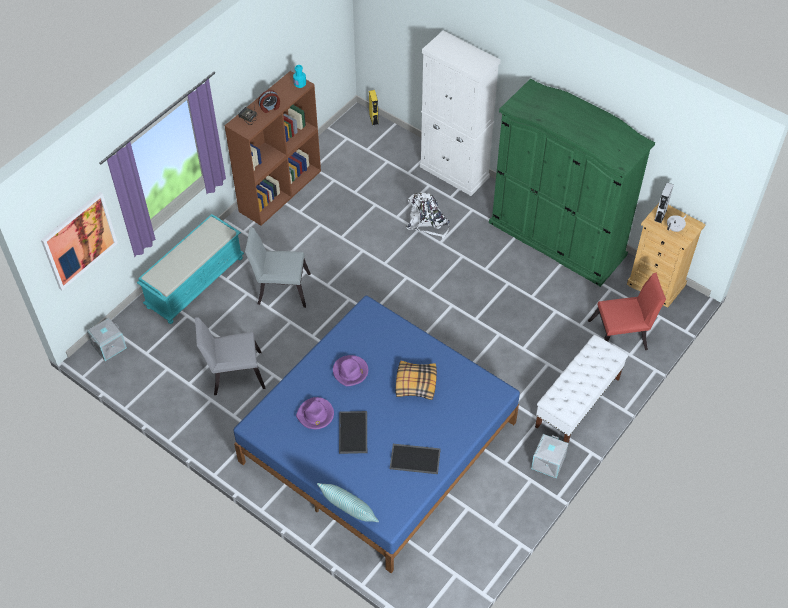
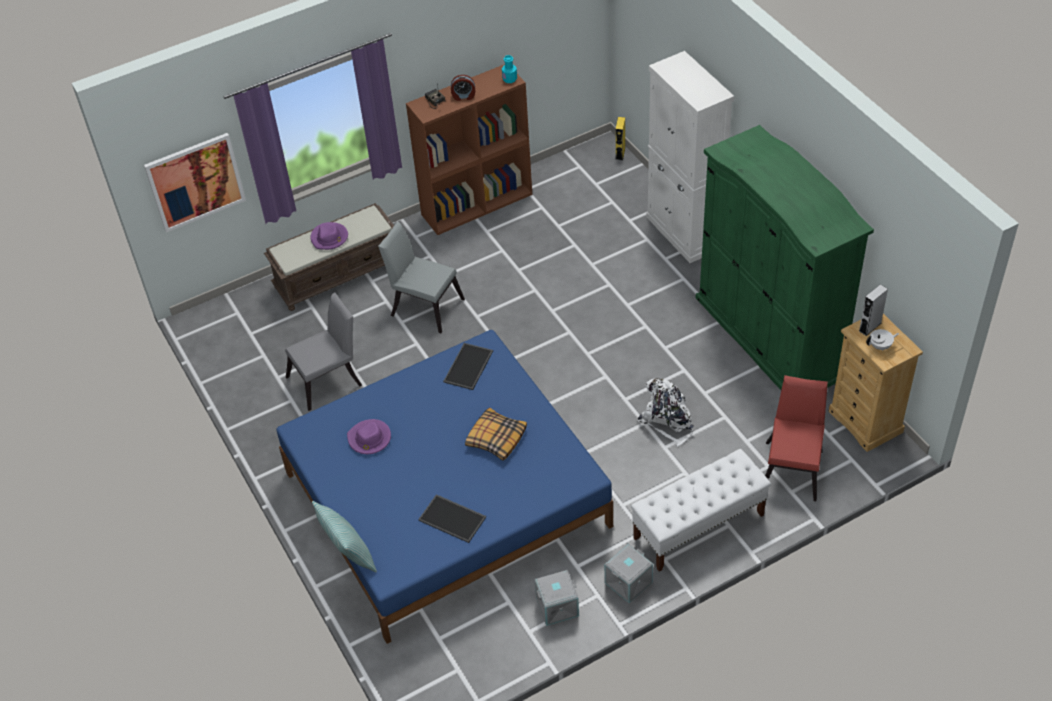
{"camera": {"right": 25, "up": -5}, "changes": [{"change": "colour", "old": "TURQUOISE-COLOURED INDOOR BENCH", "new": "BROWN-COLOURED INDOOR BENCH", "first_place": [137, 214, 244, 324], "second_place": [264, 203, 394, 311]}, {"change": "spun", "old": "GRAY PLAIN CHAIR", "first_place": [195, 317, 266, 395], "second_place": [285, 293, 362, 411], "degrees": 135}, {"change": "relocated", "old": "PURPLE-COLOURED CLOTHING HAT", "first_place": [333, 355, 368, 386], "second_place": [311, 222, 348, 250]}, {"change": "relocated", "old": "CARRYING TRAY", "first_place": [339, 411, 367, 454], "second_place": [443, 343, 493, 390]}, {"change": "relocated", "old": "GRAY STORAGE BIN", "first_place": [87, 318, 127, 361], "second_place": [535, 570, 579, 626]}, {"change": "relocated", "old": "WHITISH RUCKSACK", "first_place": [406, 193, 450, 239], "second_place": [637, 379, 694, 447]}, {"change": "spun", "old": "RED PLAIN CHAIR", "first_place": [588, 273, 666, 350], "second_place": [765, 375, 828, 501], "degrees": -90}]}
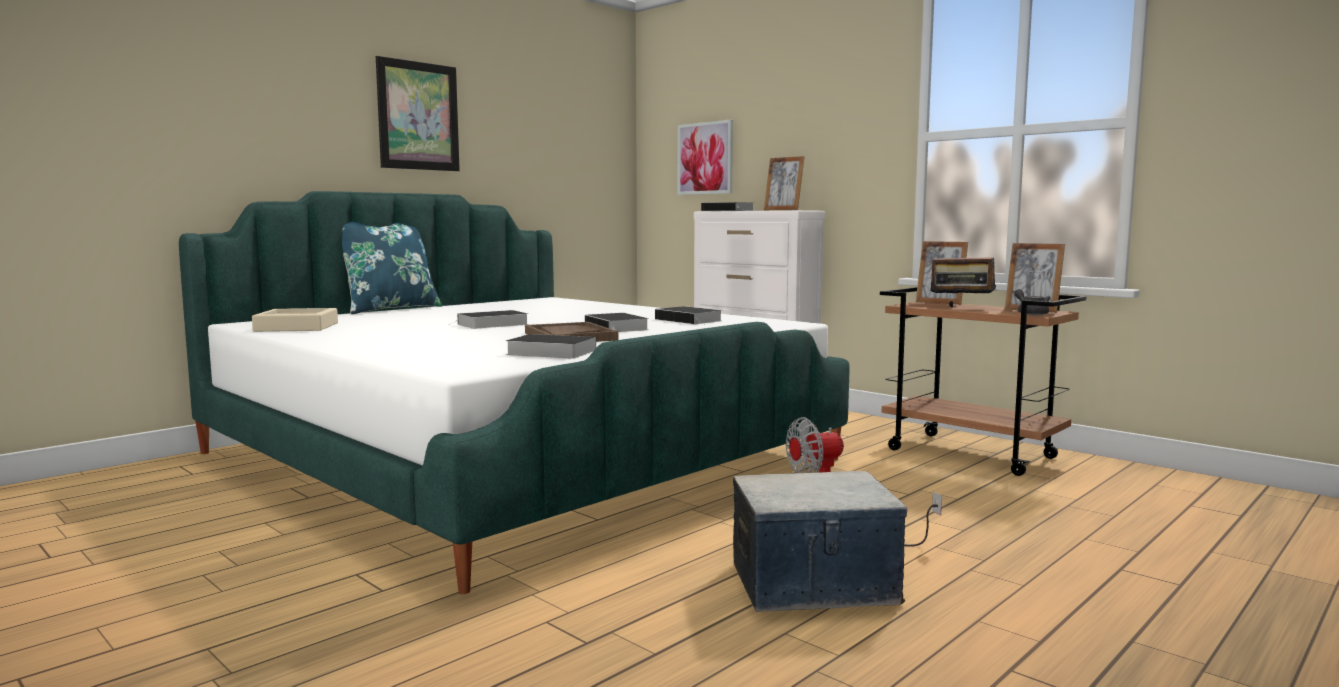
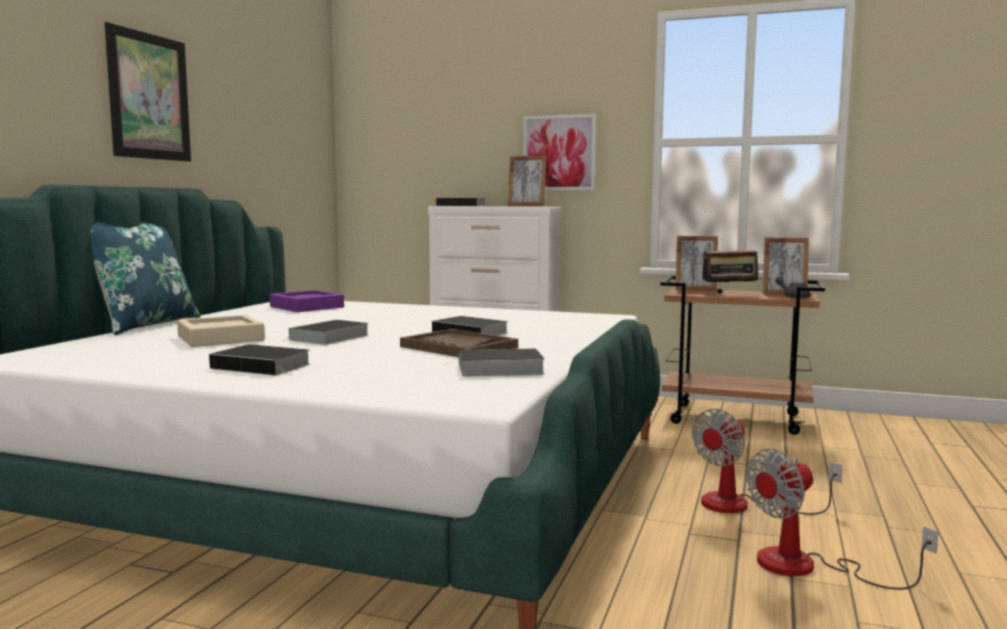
{"camera": {"right": -25, "up": 0}, "changes": [{"change": "relocated", "old": "BEIGE-COLOURED CARRYING TRAY", "first_place": [252, 308, 338, 332], "second_place": [177, 315, 265, 347]}, {"change": "relocated", "old": "BOUND BOOK", "first_place": [655, 306, 723, 325], "second_place": [209, 344, 311, 376]}, {"change": "appeared", "new": "PURPLE-COLOURED CARRYING TRAY", "second_place": [270, 290, 344, 312]}, {"change": "relocated", "old": "PICTURE", "first_place": [678, 120, 733, 195], "second_place": [523, 114, 596, 190]}, {"change": "exchanged", "old": "STORAGE BIN", "new": "COOLING FAN", "first_place": [733, 471, 907, 612], "second_place": [746, 449, 938, 590]}]}
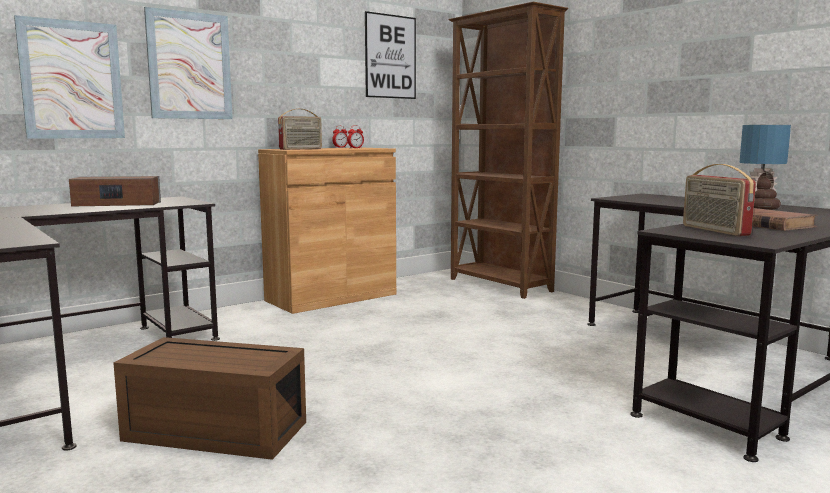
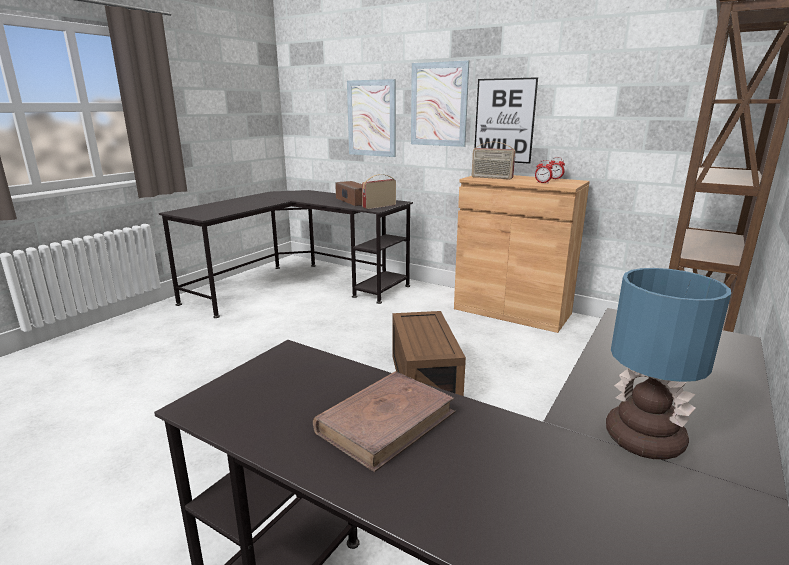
{"camera": {"right": 70, "up": 10}, "changes": [{"change": "relocated", "old": "RADIO", "first_place": [683, 164, 756, 236], "second_place": [362, 174, 396, 209]}, {"change": "relocated", "old": "BROWN-COLOURED STORAGE BIN", "first_place": [113, 337, 306, 460], "second_place": [393, 311, 466, 396]}, {"change": "relocated", "old": "PICTURE", "first_place": [365, 11, 416, 99], "second_place": [474, 77, 538, 164]}]}
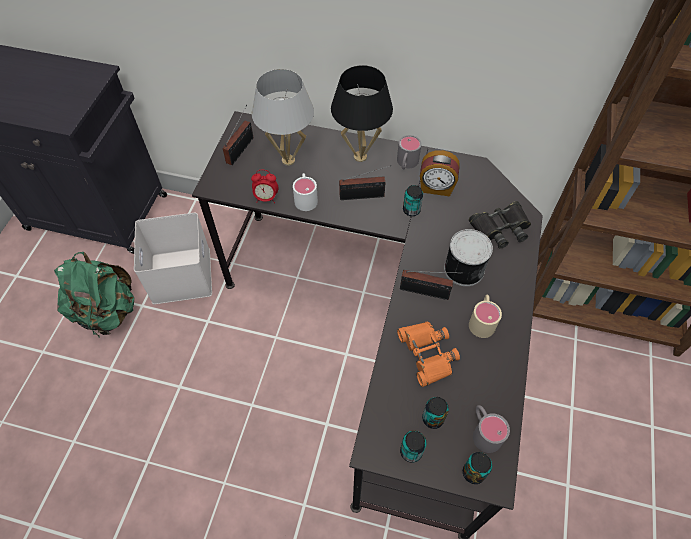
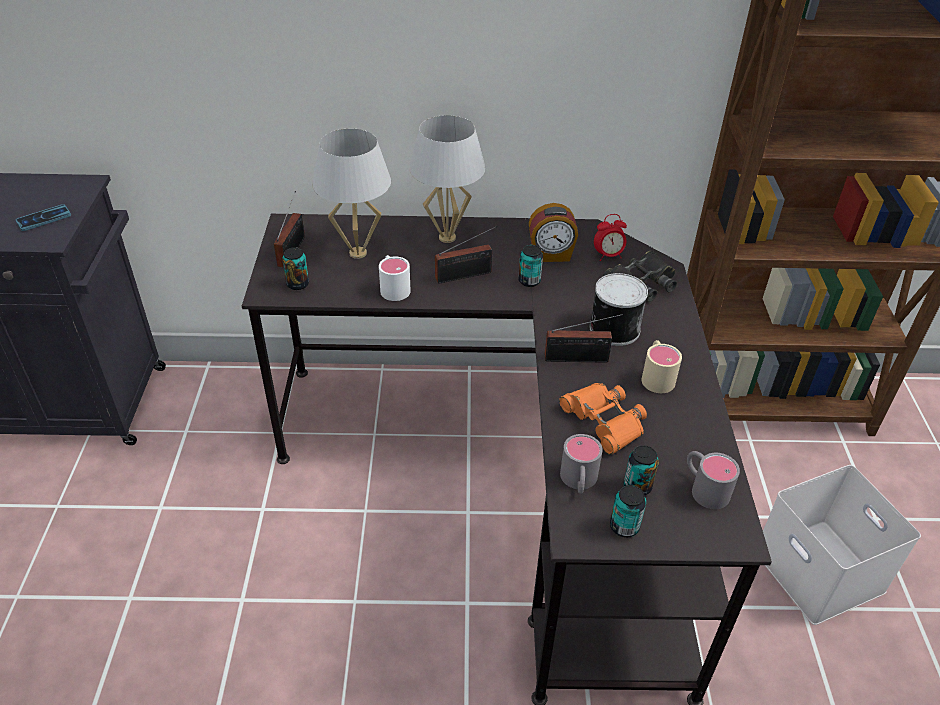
{"camera": {"right": -15, "up": -15}, "changes": [{"change": "appeared", "new": "HANDSET", "second_place": [16, 204, 71, 231]}, {"change": "relocated", "old": "SEALED CAN", "first_place": [463, 452, 492, 484], "second_place": [282, 247, 309, 290]}, {"change": "colour", "old": "BLACK-COLOURED TABLE LAMP", "new": "WHITISH TABLE LAMP", "first_place": [331, 65, 393, 162], "second_place": [409, 115, 485, 243]}, {"change": "relocated", "old": "GRAY COFFEE MUG", "first_place": [397, 135, 422, 169], "second_place": [560, 434, 603, 494]}, {"change": "relocated", "old": "BEDSIDE CLOCK", "first_place": [251, 170, 278, 203], "second_place": [594, 214, 627, 261]}, {"change": "relocated", "old": "WHITISH STORAGE BIN", "first_place": [134, 213, 212, 304], "second_place": [763, 465, 921, 625]}, {"change": "missing", "old": "GREEN RUCKSACK", "first_place": [54, 252, 134, 337]}]}
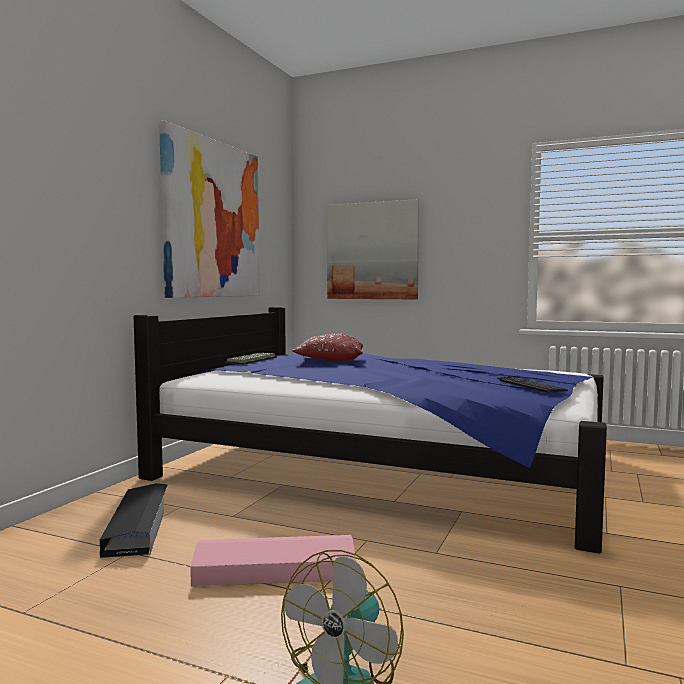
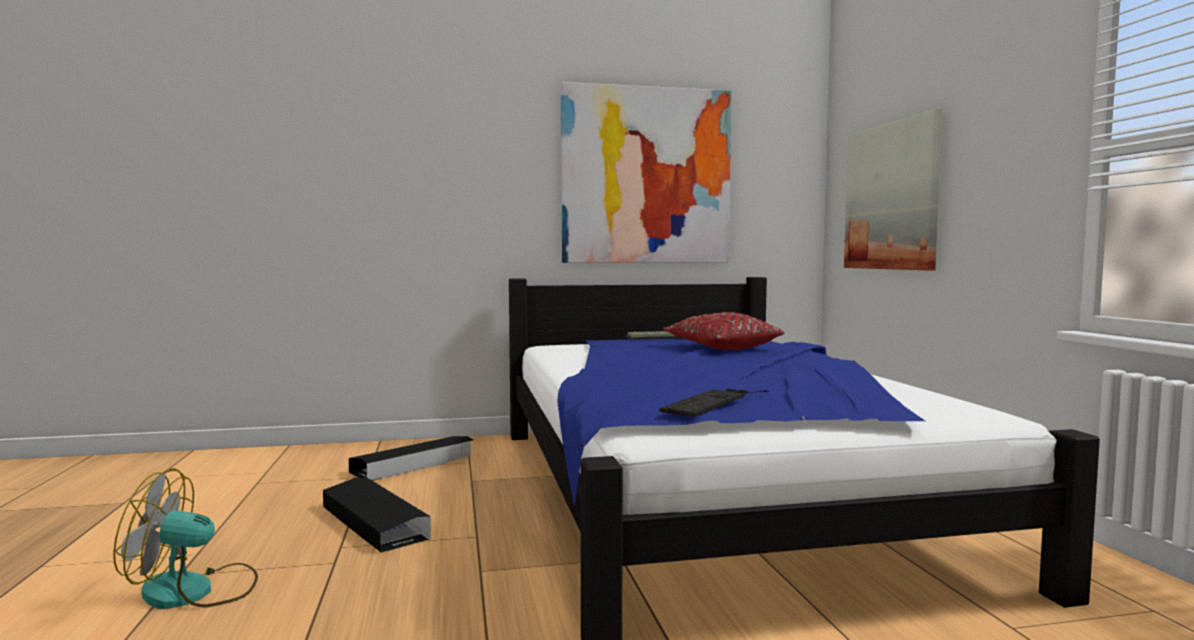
{"camera": {"right": 55, "up": 0}, "changes": [{"change": "colour", "old": "PINK-COLOURED STORAGE BIN", "new": "BLACK-COLOURED STORAGE BIN", "first_place": [190, 535, 356, 587], "second_place": [323, 478, 431, 553]}]}
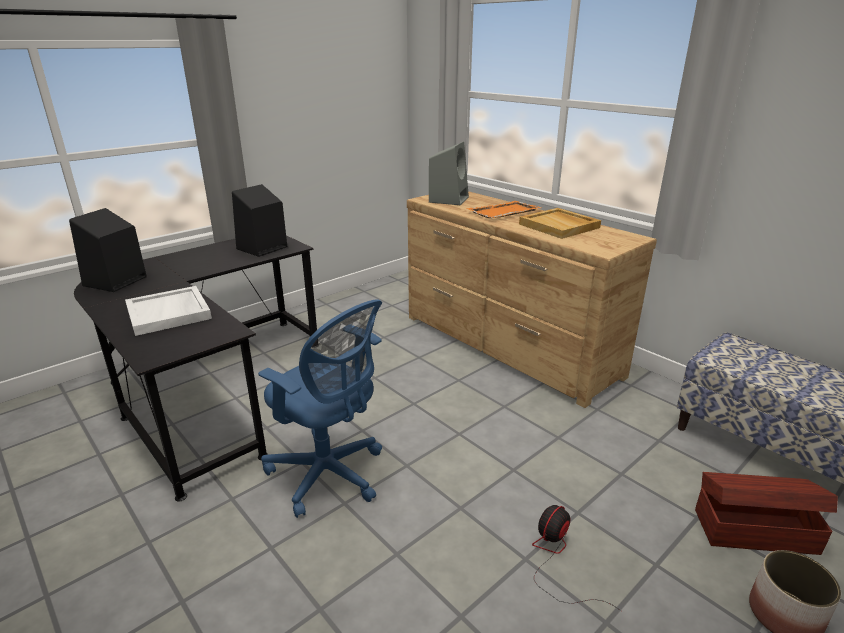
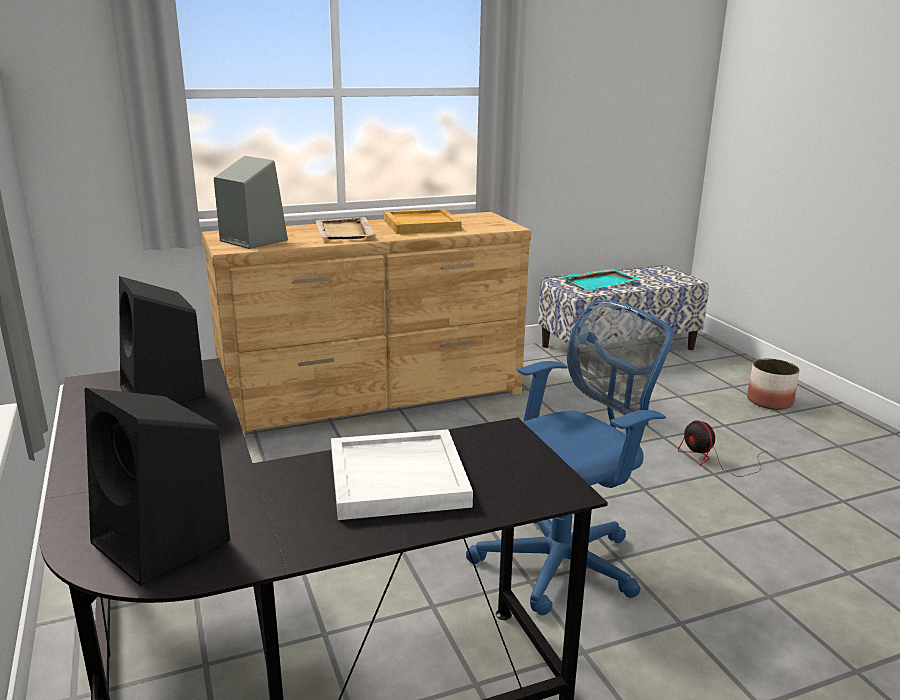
{"camera": {"right": -70, "up": -5}, "changes": [{"change": "colour", "old": "ORANGE-COLOURED CARRYING TRAY", "new": "BEIGE-COLOURED CARRYING TRAY", "first_place": [466, 201, 541, 218], "second_place": [315, 217, 375, 239]}, {"change": "appeared", "new": "TURQUOISE-COLOURED CARRYING TRAY", "second_place": [561, 269, 639, 290]}, {"change": "missing", "old": "BROWN-COLOURED STORAGE BIN", "first_place": [695, 472, 838, 555]}]}
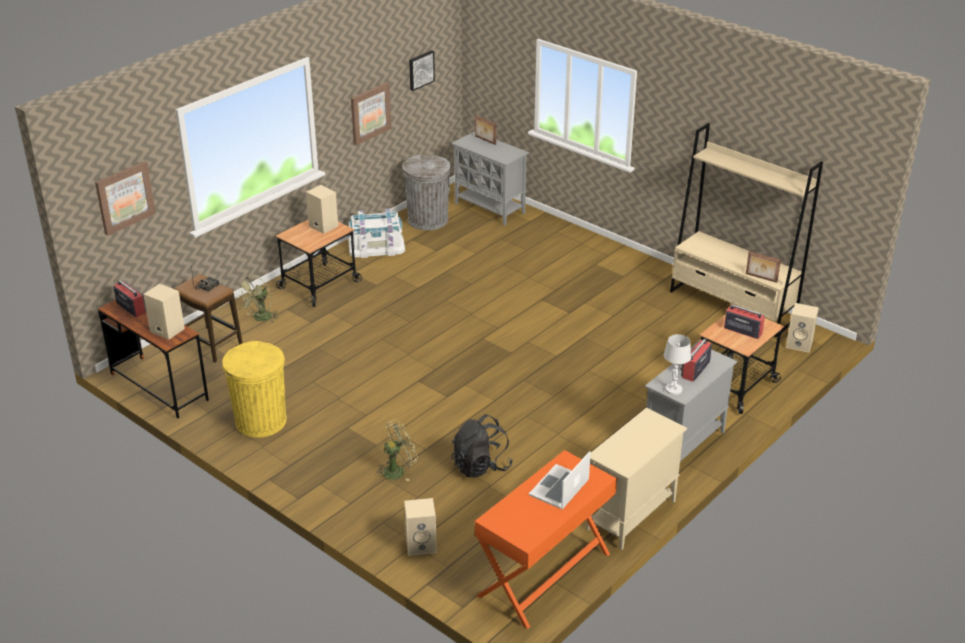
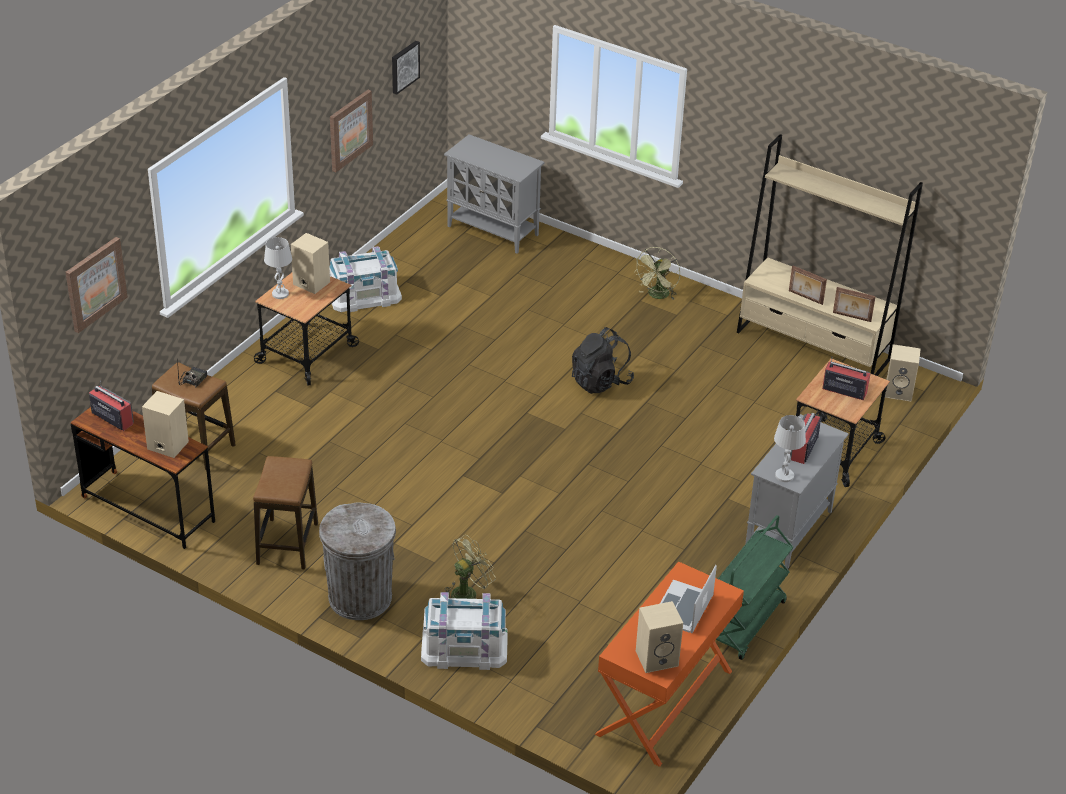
{"camera": {"right": -10, "up": 5}, "changes": [{"change": "exchanged", "old": "YELLOW TRASH CAN", "new": "STOOL SEAT", "first_place": [222, 341, 287, 438], "second_place": [253, 456, 318, 569]}, {"change": "appeared", "new": "WHITISH TABLE LAMP", "second_place": [264, 237, 292, 299]}, {"change": "relocated", "old": "GRAY TRASH CAN", "first_place": [402, 155, 451, 230], "second_place": [319, 502, 396, 620]}, {"change": "appeared", "new": "WHITISH STORAGE BIN", "second_place": [421, 592, 508, 670]}, {"change": "relocated", "old": "BLACK-COLOURED RUCKSACK", "first_place": [451, 414, 513, 477], "second_place": [572, 327, 634, 394]}, {"change": "relocated", "old": "GREEN COOLING FAN", "first_place": [237, 275, 278, 322], "second_place": [634, 247, 680, 300]}, {"change": "relocated", "old": "BEIGE-COLOURED AUDIO SPEAKER", "first_place": [404, 498, 437, 556], "second_place": [636, 601, 683, 673]}, {"change": "exchanged", "old": "BEIGE-COLOURED STORAGE CABINET", "new": "GREEN TROLLEY", "first_place": [586, 408, 687, 550], "second_place": [716, 515, 793, 660]}, {"change": "relocated", "old": "STANDING FRAME", "first_place": [475, 115, 496, 145], "second_place": [789, 265, 827, 305]}]}
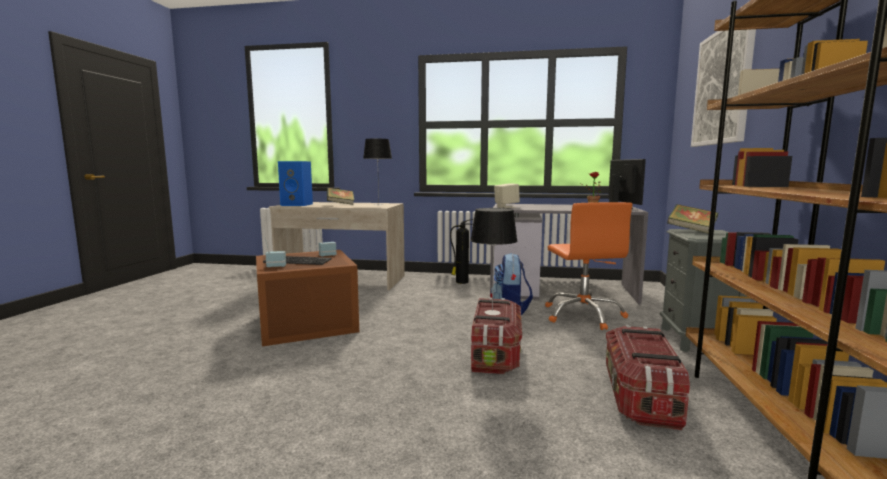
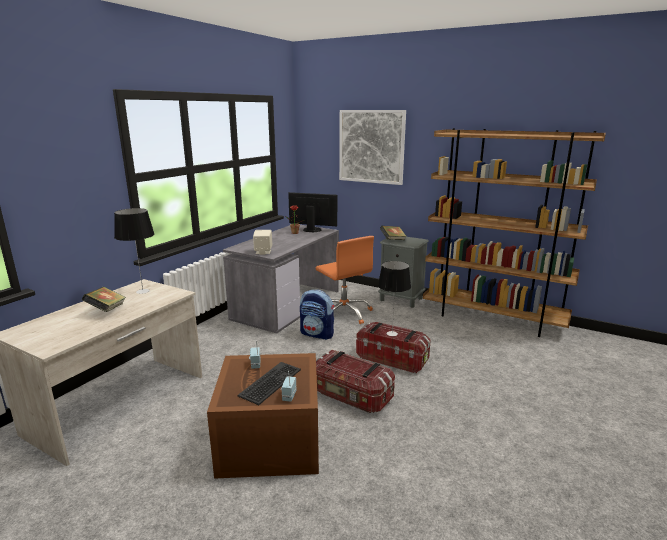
{"camera": {"right": -70, "up": 10}, "changes": [{"change": "spun", "old": "ORANGE-COLOURED COMPUTER CHAIR", "first_place": [545, 202, 632, 330], "second_place": [316, 236, 374, 324], "degrees": 45}, {"change": "relocated", "old": "STORAGE BIN", "first_place": [606, 325, 690, 430], "second_place": [316, 350, 395, 413]}, {"change": "missing", "old": "BLUE AUDIO SPEAKER", "first_place": [278, 161, 313, 206]}, {"change": "missing", "old": "FIRE EXTINGUISHER", "first_place": [450, 219, 473, 284]}]}
